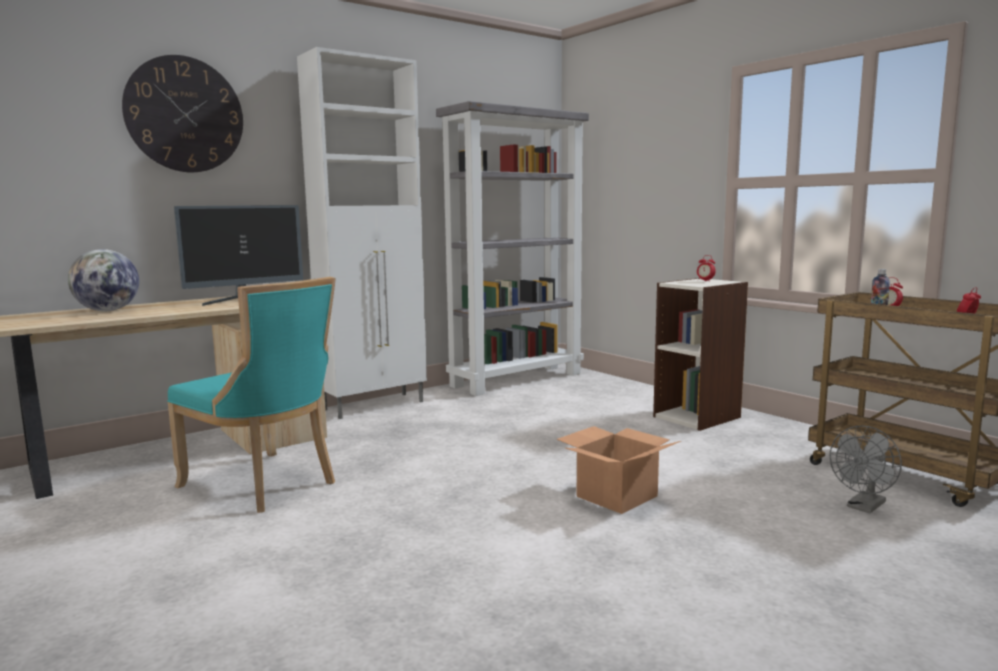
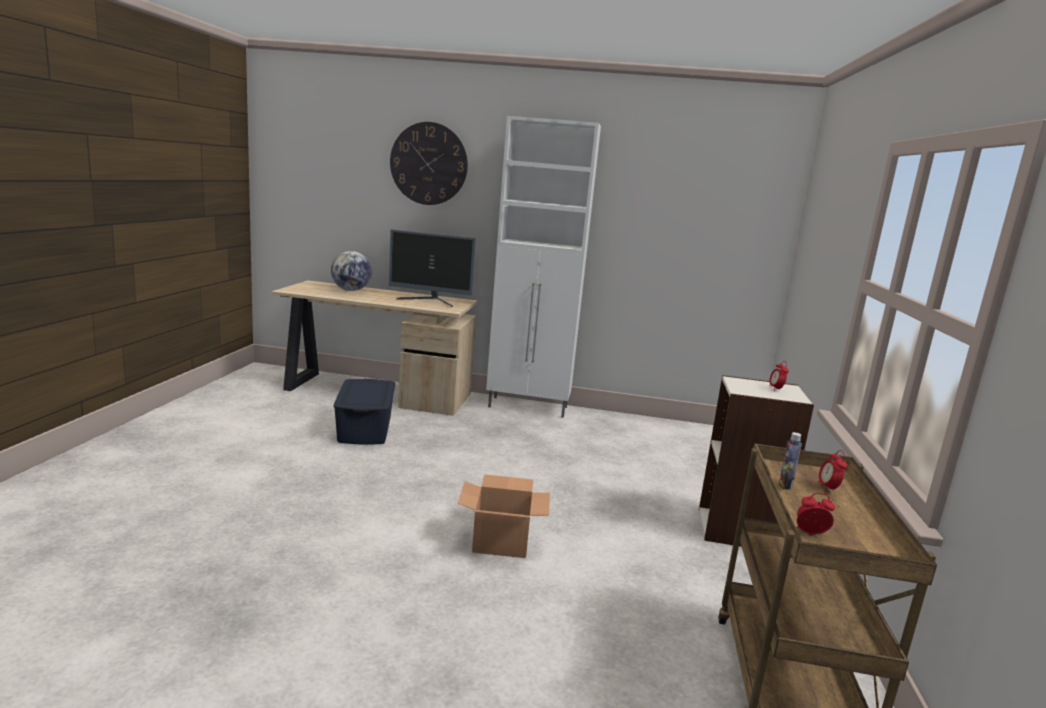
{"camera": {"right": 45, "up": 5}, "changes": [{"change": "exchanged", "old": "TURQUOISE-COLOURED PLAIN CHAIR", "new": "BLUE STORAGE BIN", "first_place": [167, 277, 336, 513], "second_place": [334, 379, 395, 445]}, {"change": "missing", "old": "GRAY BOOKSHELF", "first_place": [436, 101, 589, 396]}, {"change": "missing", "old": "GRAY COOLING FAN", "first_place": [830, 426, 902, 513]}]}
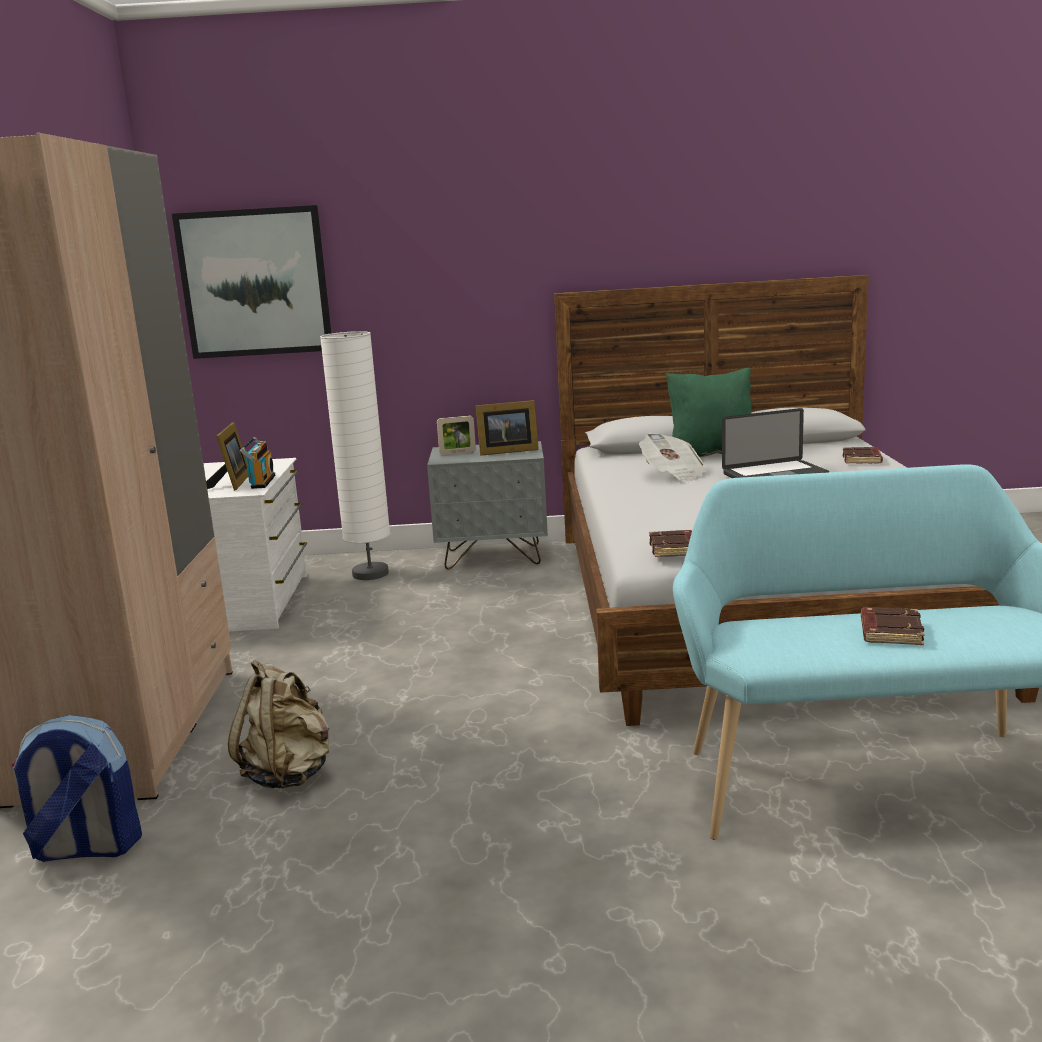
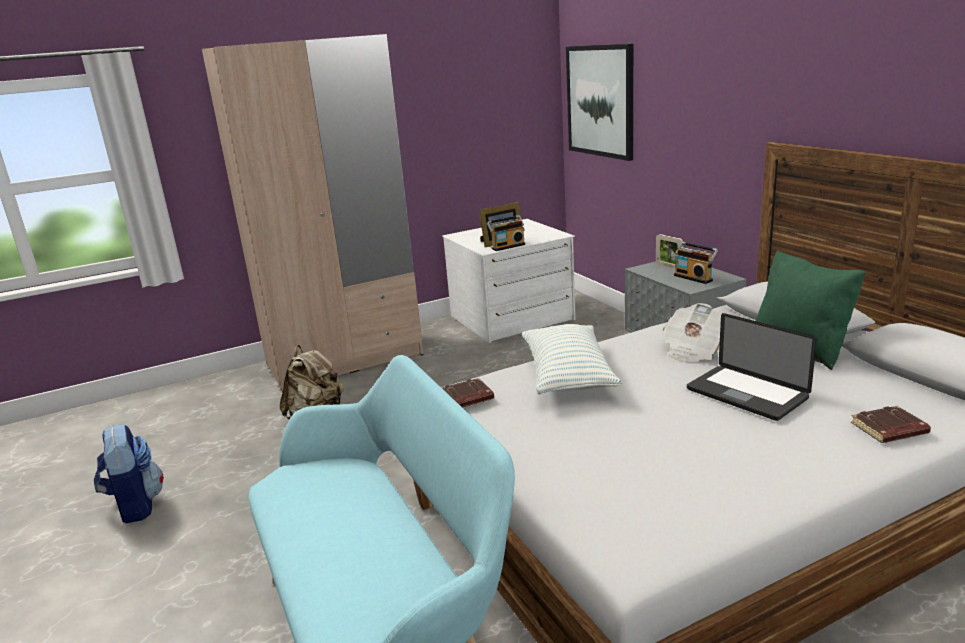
{"camera": {"right": 65, "up": 5}, "changes": [{"change": "relocated", "old": "RUCKSACK", "first_place": [11, 715, 142, 862], "second_place": [94, 424, 164, 523]}, {"change": "appeared", "new": "THROW PILLOW", "second_place": [522, 324, 622, 394]}, {"change": "exchanged", "old": "STANDING FRAME", "new": "RADIO", "first_place": [476, 400, 539, 456], "second_place": [674, 242, 718, 284]}, {"change": "missing", "old": "WHITISH FLOOR LAMP", "first_place": [320, 331, 390, 580]}, {"change": "missing", "old": "BROWN-COLOURED BOUND BOOK", "first_place": [861, 607, 924, 645]}]}
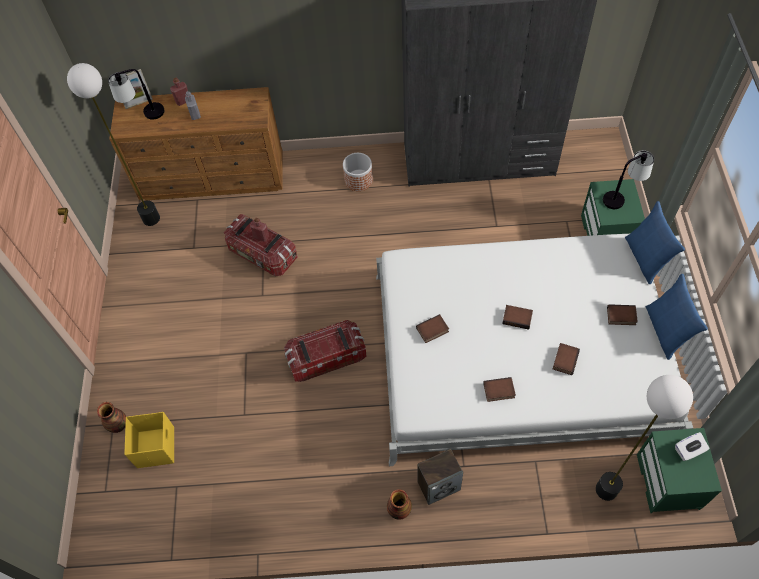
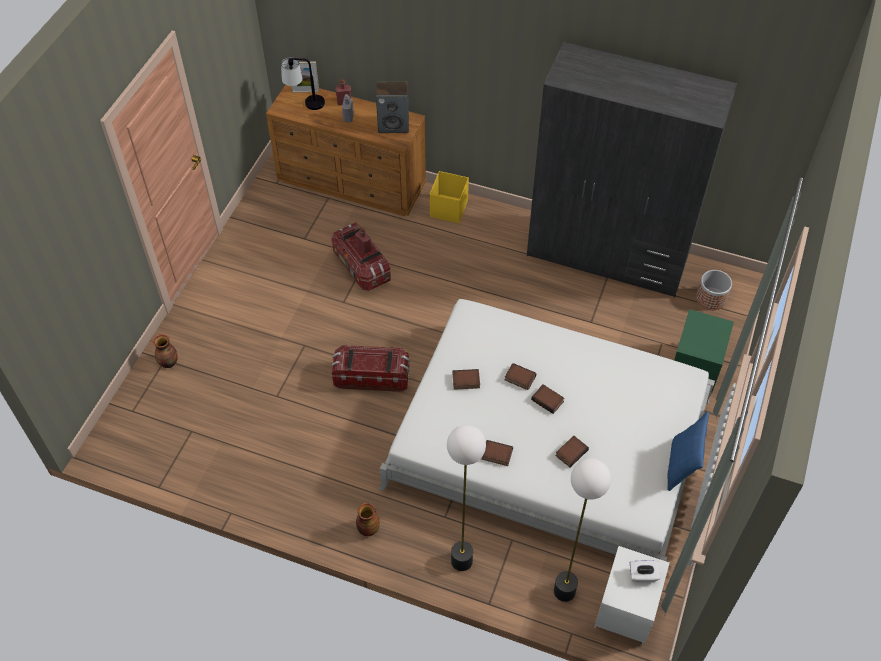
{"camera": {"right": 20, "up": -5}, "changes": [{"change": "relocated", "old": "AUDIO SPEAKER", "first_place": [417, 449, 463, 505], "second_place": [376, 81, 409, 133]}, {"change": "relocated", "old": "YELLOW STORAGE BIN", "first_place": [124, 412, 174, 468], "second_place": [430, 171, 469, 223]}, {"change": "relocated", "old": "FLOOR LAMP", "first_place": [67, 63, 160, 226], "second_place": [447, 425, 486, 571]}, {"change": "relocated", "old": "BOUND BOOK", "first_place": [607, 304, 638, 325], "second_place": [505, 363, 536, 390]}, {"change": "colour", "old": "GREEN BEDSIDE TABLE", "new": "WHITISH BEDSIDE TABLE", "first_place": [637, 428, 722, 513], "second_place": [594, 546, 669, 645]}, {"change": "relocated", "old": "PLANTER", "first_place": [343, 153, 373, 191], "second_place": [696, 270, 732, 310]}, {"change": "missing", "old": "TABLE LAMP", "first_place": [603, 150, 654, 209]}, {"change": "missing", "old": "BLUE THROW PILLOW", "first_place": [625, 201, 685, 284]}]}
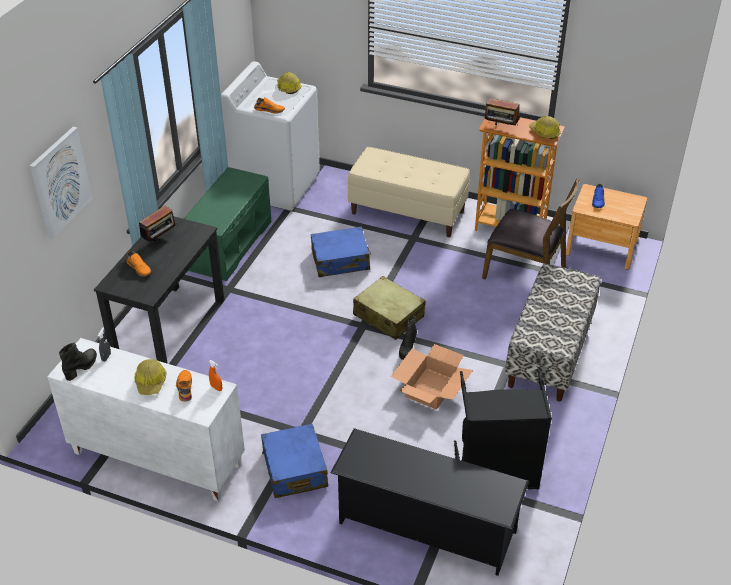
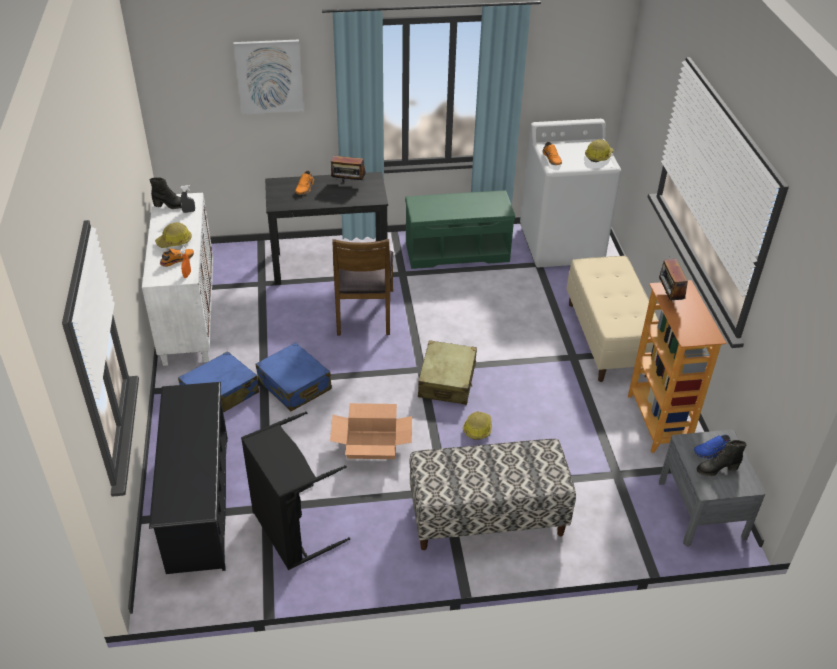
{"camera": {"right": 60, "up": 0}, "changes": [{"change": "relocated", "old": "BLUE SUITCASE", "first_place": [311, 227, 371, 277], "second_place": [256, 342, 332, 411]}, {"change": "relocated", "old": "BROWN-COLOURED PLAIN CHAIR", "first_place": [482, 178, 580, 279], "second_place": [332, 239, 394, 335]}, {"change": "relocated", "old": "SAFETY HELMET", "first_place": [529, 116, 561, 139], "second_place": [463, 411, 492, 440]}, {"change": "colour", "old": "BROWN-COLOURED BEDSIDE TABLE", "new": "GRAY BEDSIDE TABLE", "first_place": [566, 184, 647, 269], "second_place": [659, 430, 766, 546]}, {"change": "relocated", "old": "BLACK-COLOURED HIGH-TOP BOOT", "first_place": [399, 316, 417, 360], "second_place": [697, 440, 747, 476]}]}
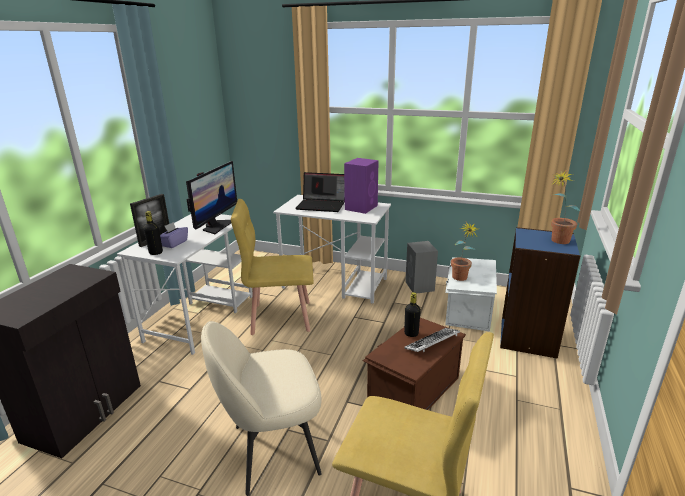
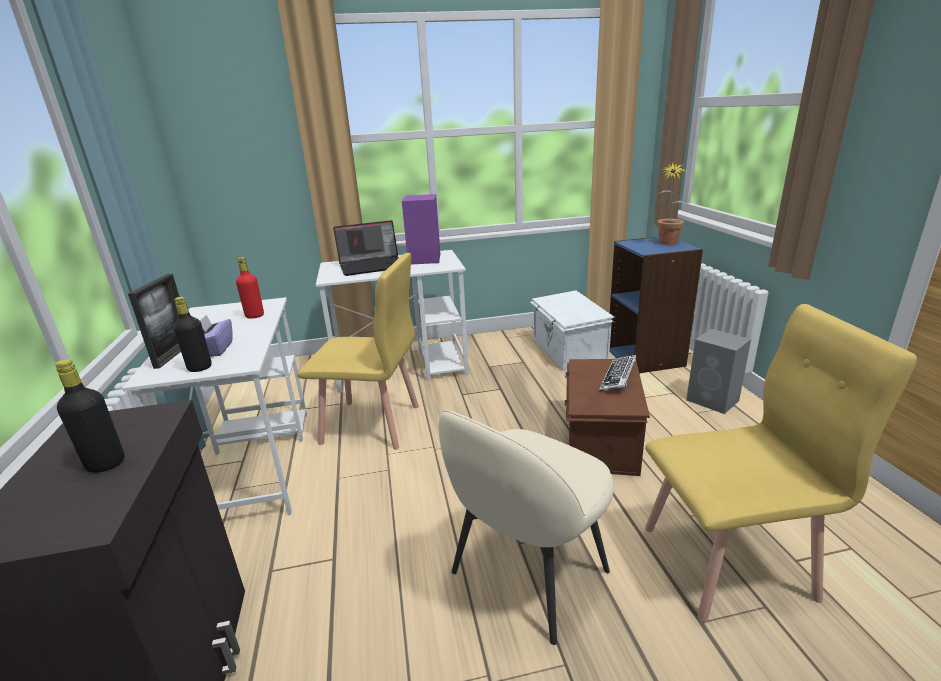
{"camera": {"right": -30, "up": 0}, "changes": [{"change": "relocated", "old": "BLACK-COLOURED BEVERAGE BOTTLE", "first_place": [404, 292, 421, 337], "second_place": [55, 359, 125, 473]}, {"change": "exchanged", "old": "MONITOR", "new": "RED BEVERAGE BOTTLE", "first_place": [186, 161, 237, 234], "second_place": [236, 257, 264, 319]}, {"change": "spun", "old": "YELLOW PLAIN CHAIR", "first_place": [231, 199, 314, 335], "second_place": [297, 253, 419, 450], "degrees": -135}, {"change": "relocated", "old": "GRAY AUDIO SPEAKER", "first_place": [405, 241, 438, 293], "second_place": [686, 329, 751, 414]}, {"change": "missing", "old": "POTTED PLANT", "first_place": [451, 222, 477, 281]}]}
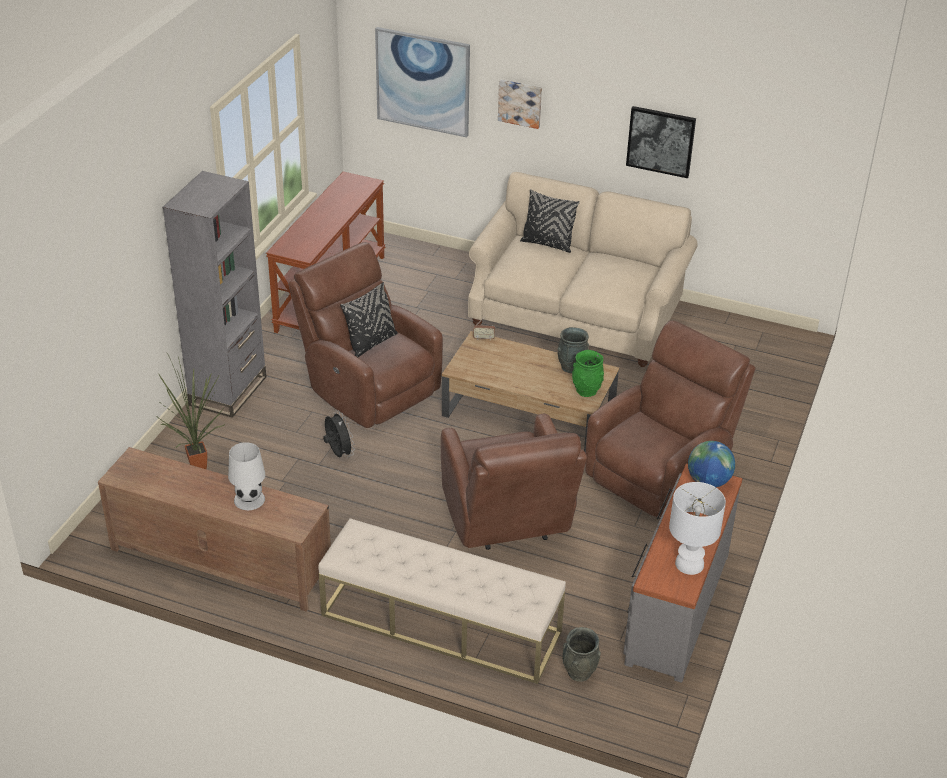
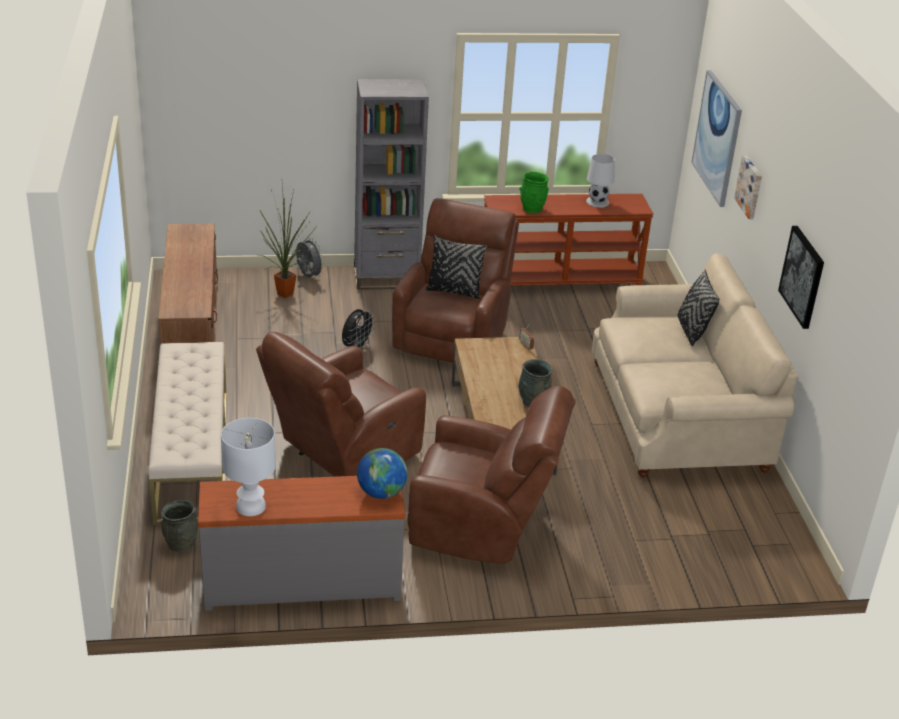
{"camera": {"right": 60, "up": -5}, "changes": [{"change": "appeared", "new": "GRAY COOLING FAN", "second_place": [296, 238, 324, 278]}, {"change": "relocated", "old": "GREEN FLOWER VASE", "first_place": [572, 350, 604, 397], "second_place": [520, 172, 549, 213]}, {"change": "relocated", "old": "WHITISH TABLE LAMP", "first_place": [228, 442, 265, 510], "second_place": [586, 154, 615, 208]}]}
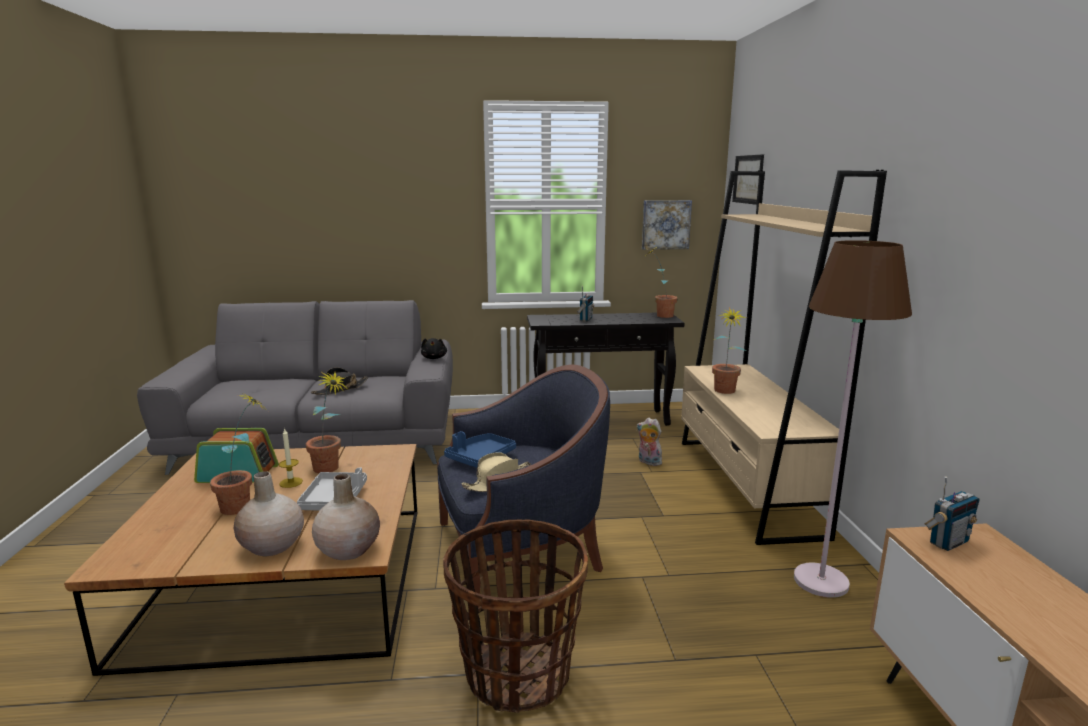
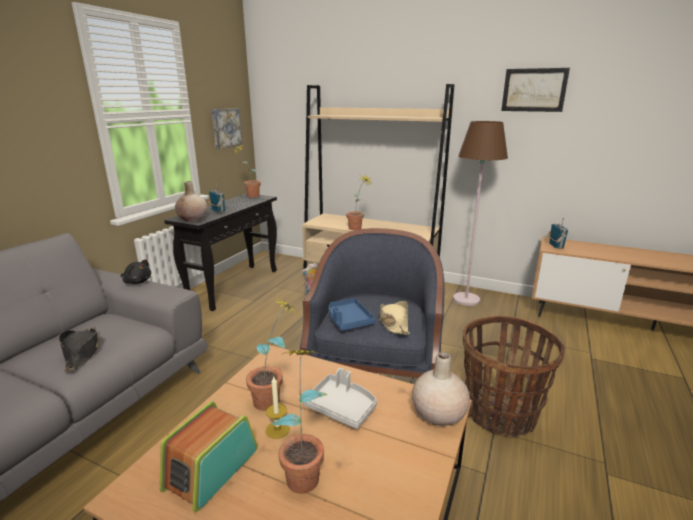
{"camera": {"right": -60, "up": 5}, "changes": [{"change": "relocated", "old": "BEIGE-COLOURED FLOWER VASE", "first_place": [234, 471, 304, 556], "second_place": [175, 181, 207, 222]}, {"change": "relocated", "old": "PICTURE", "first_place": [732, 154, 764, 205], "second_place": [501, 68, 570, 112]}]}
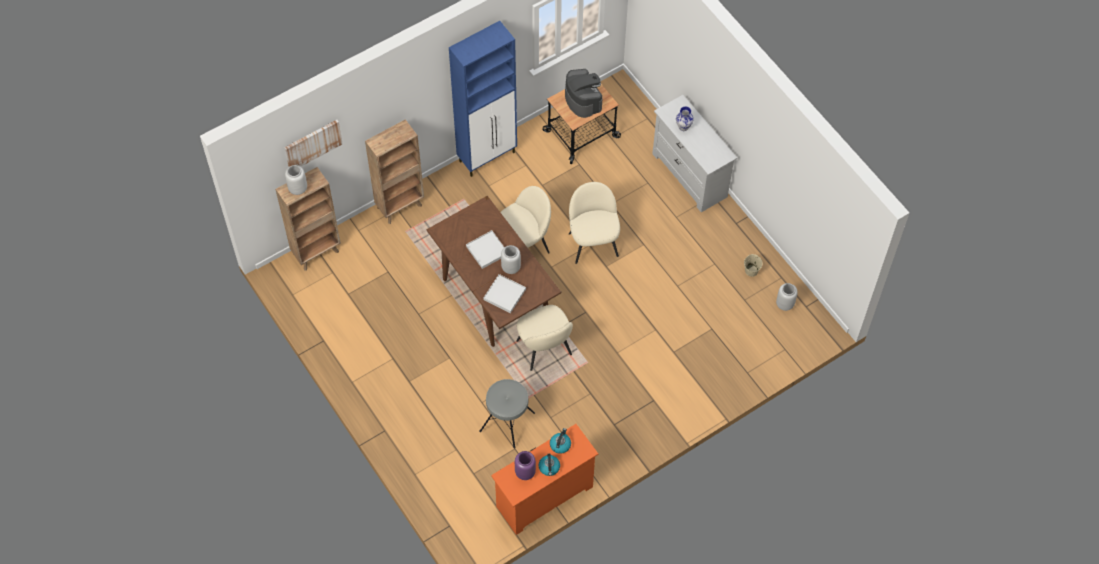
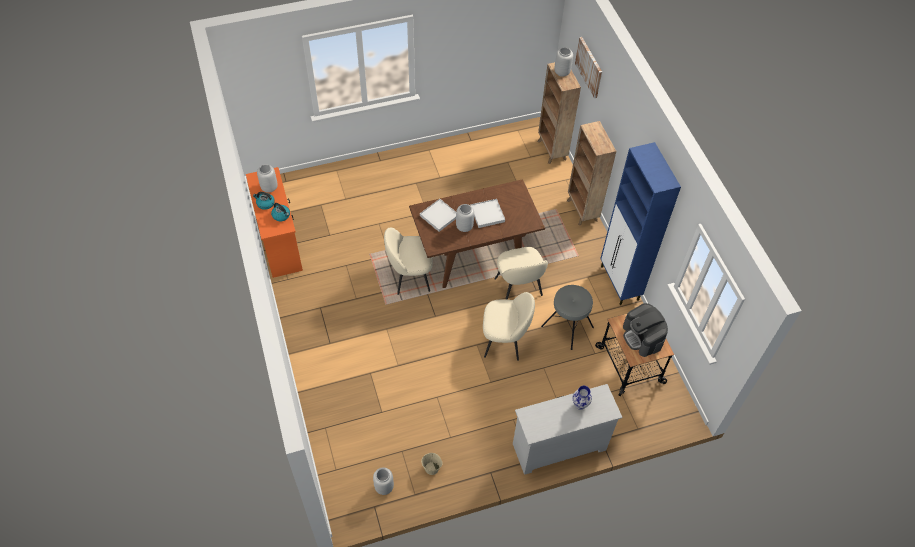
{"camera": {"right": 105, "up": -5}, "changes": [{"change": "colour", "old": "PURPLE-COLOURED FLOWER VASE", "new": "GRAY FLOWER VASE", "first_place": [515, 451, 536, 480], "second_place": [257, 164, 278, 193]}, {"change": "relocated", "old": "GRAY STOOL SEAT", "first_place": [479, 379, 535, 449], "second_place": [541, 285, 594, 350]}, {"change": "spun", "old": "COFFEE BREWER", "first_place": [565, 69, 603, 118], "second_place": [623, 303, 668, 357], "degrees": 75}]}
